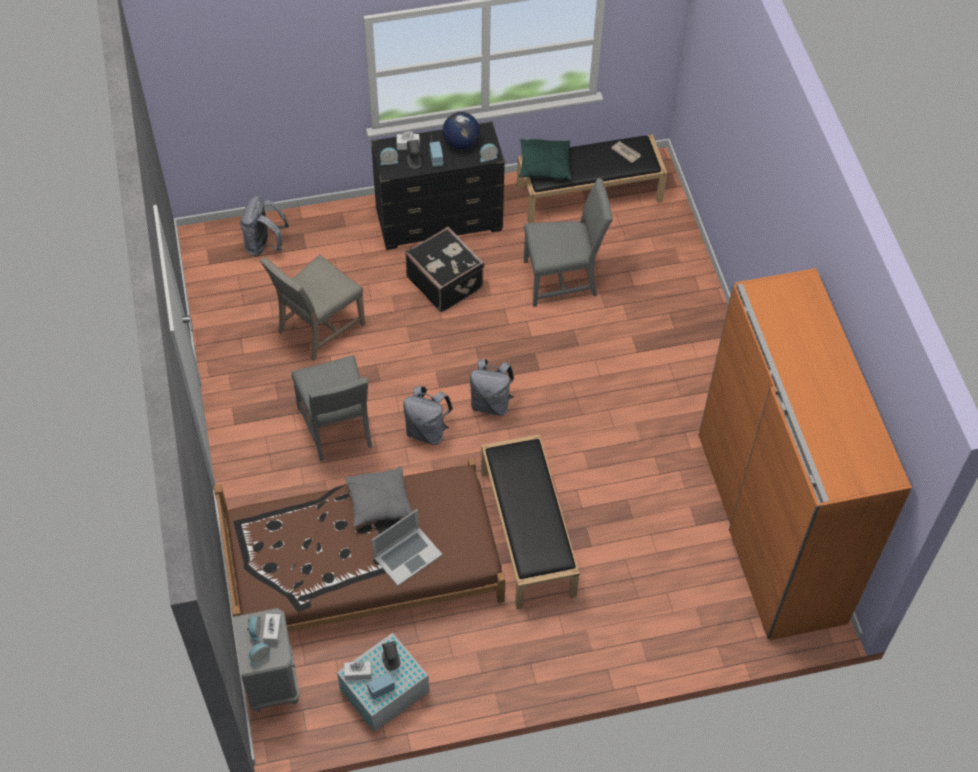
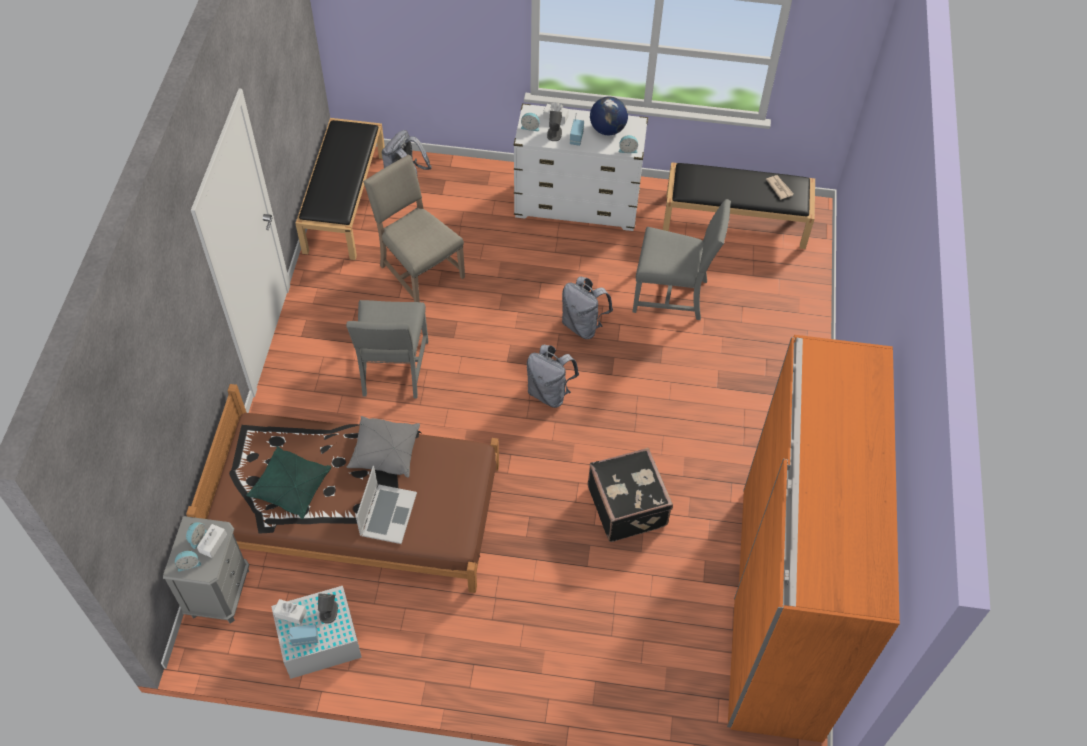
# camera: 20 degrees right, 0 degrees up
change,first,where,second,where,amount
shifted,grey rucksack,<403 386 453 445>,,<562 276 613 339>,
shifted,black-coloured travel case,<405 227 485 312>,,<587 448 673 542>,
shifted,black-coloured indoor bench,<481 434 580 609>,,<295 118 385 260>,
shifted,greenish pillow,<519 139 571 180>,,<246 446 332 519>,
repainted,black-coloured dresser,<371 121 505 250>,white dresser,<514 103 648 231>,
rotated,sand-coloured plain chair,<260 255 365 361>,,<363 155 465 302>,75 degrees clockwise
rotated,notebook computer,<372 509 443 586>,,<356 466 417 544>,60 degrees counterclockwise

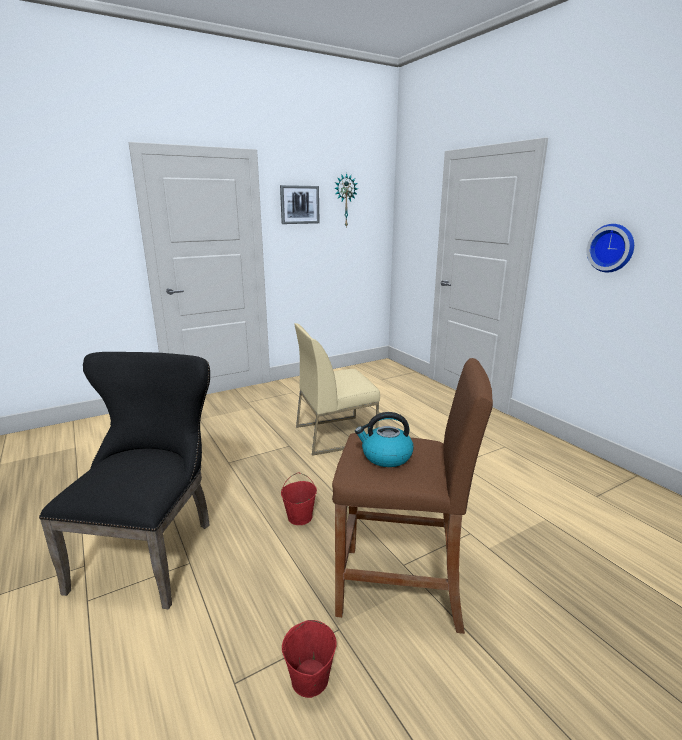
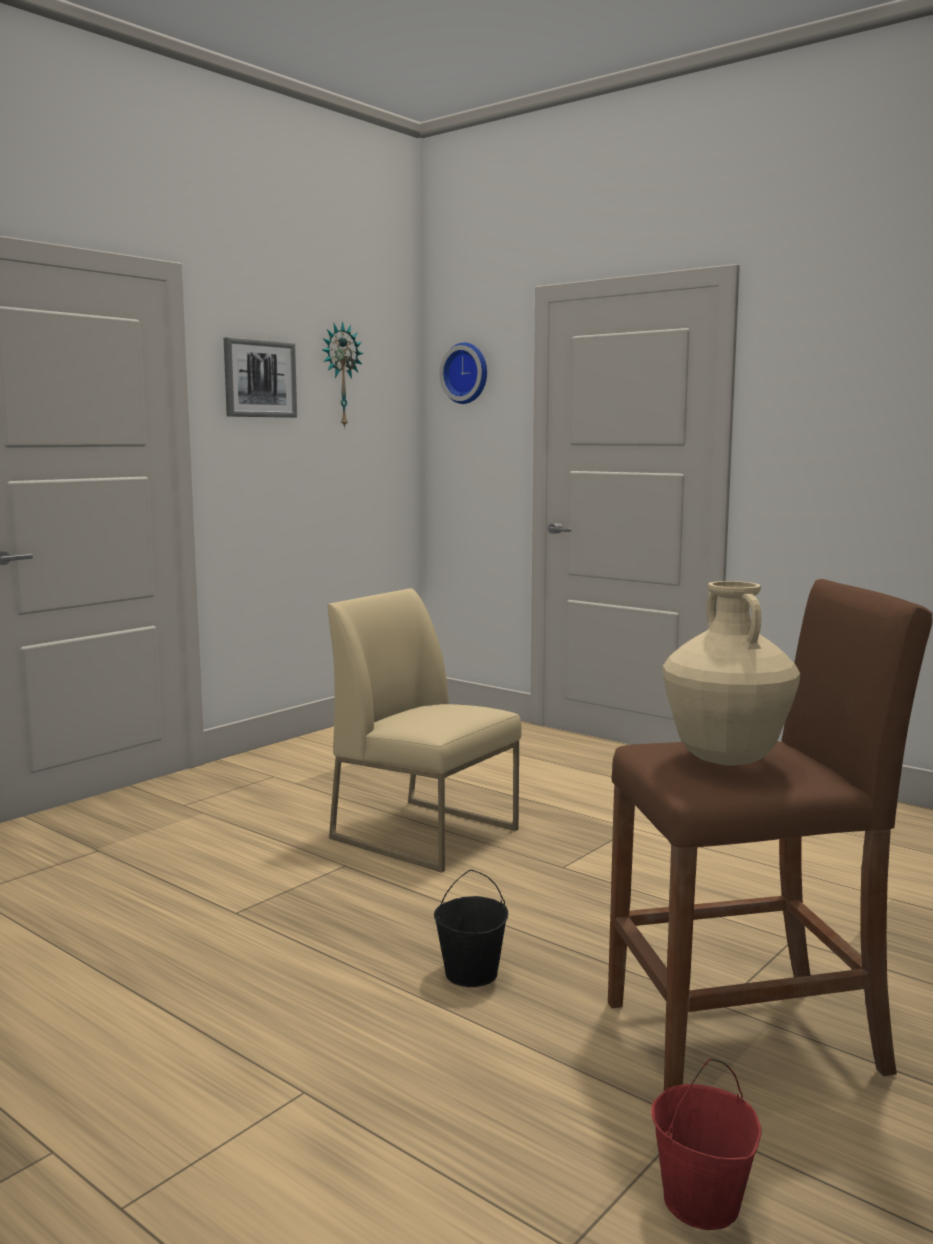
# camera: 20 degrees left, 10 degrees down
change,first,where,second,where,amount
gone,black-coloured plain chair,<39 352 210 609>,,,
shifted,wall clock,<586 224 634 272>,,<439 342 487 404>,
swapped,kettle,<355 412 413 467>,sand-coloured flower vase,<663 581 800 766>,
repainted,red-coloured water bucket,<281 472 317 525>,black-coloured water bucket,<434 870 508 987>,
rotated,sand-coloured plain chair,<294 323 380 456>,,<327 588 521 872>,75 degrees clockwise

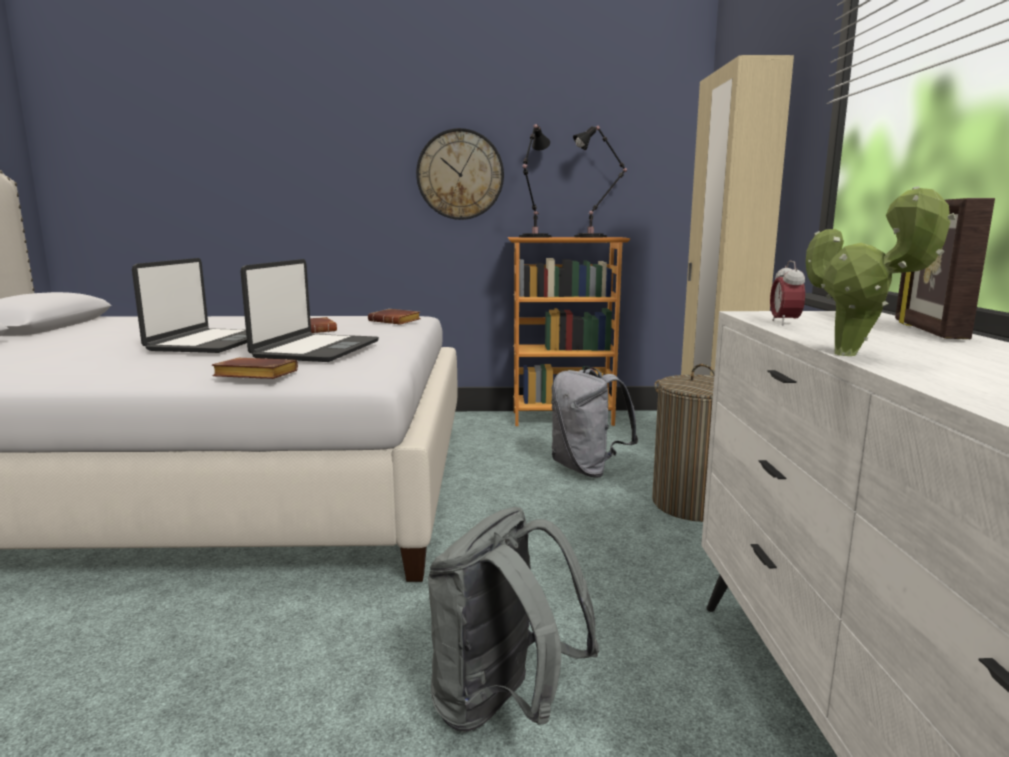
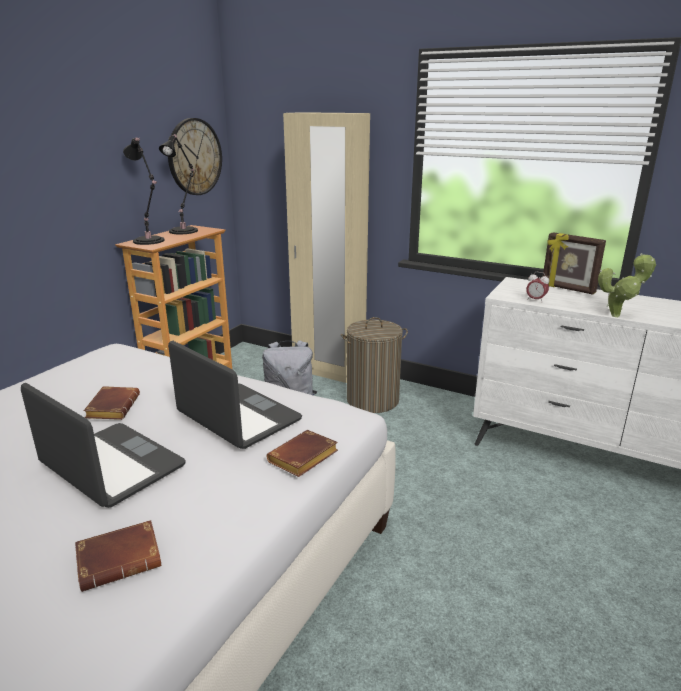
# camera: 60 degrees left, 10 degrees up
change,first,where,second,where,amount
gone,grey rucksack,<428 507 599 732>,,,
shifted,brown-coloured volume,<368 309 421 325>,,<75 520 162 592>,
shifted,wall clock,<416 128 504 220>,,<168 118 222 195>,

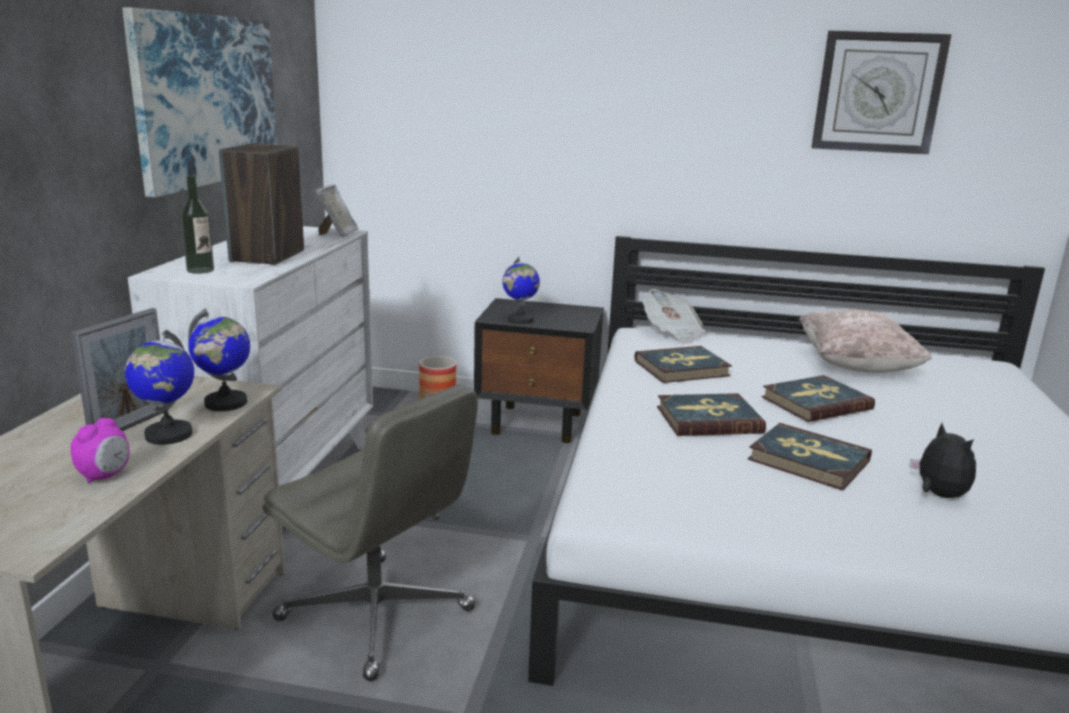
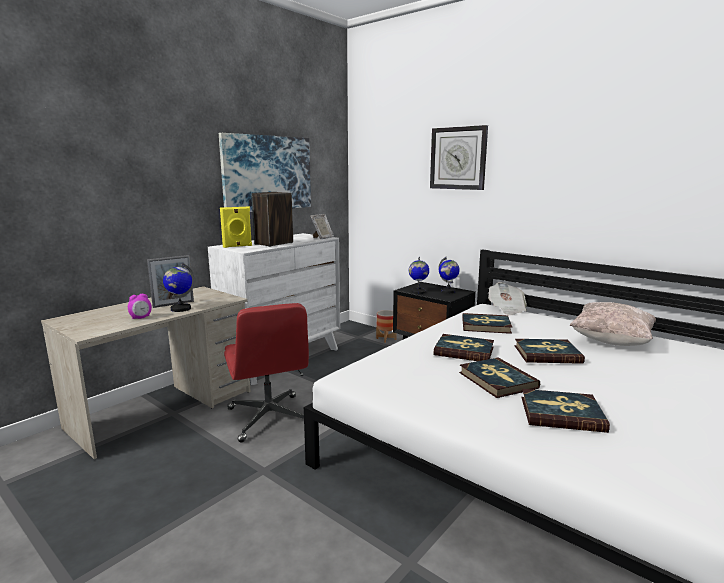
# camera: 30 degrees right, 5 degrees down
change,first,where,second,where,amount
shifted,world globe,<188 308 250 411>,,<439 257 460 293>,
shifted,wall clock,<811 30 952 155>,,<430 125 488 190>,
swapped,bottle,<181 175 214 274>,yellow loudspeaker,<220 207 252 248>,
swapped,plush toy,<909 423 976 498>,volume,<521 389 610 433>,
repainted,grey desk chair,<263 384 478 681>,red-coloured desk chair,<224 303 309 443>,

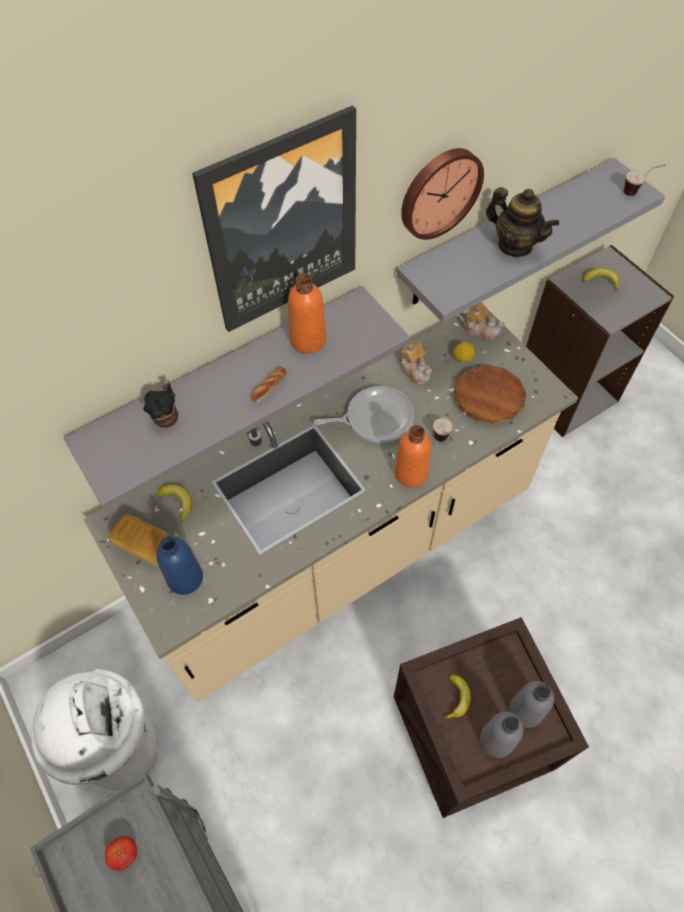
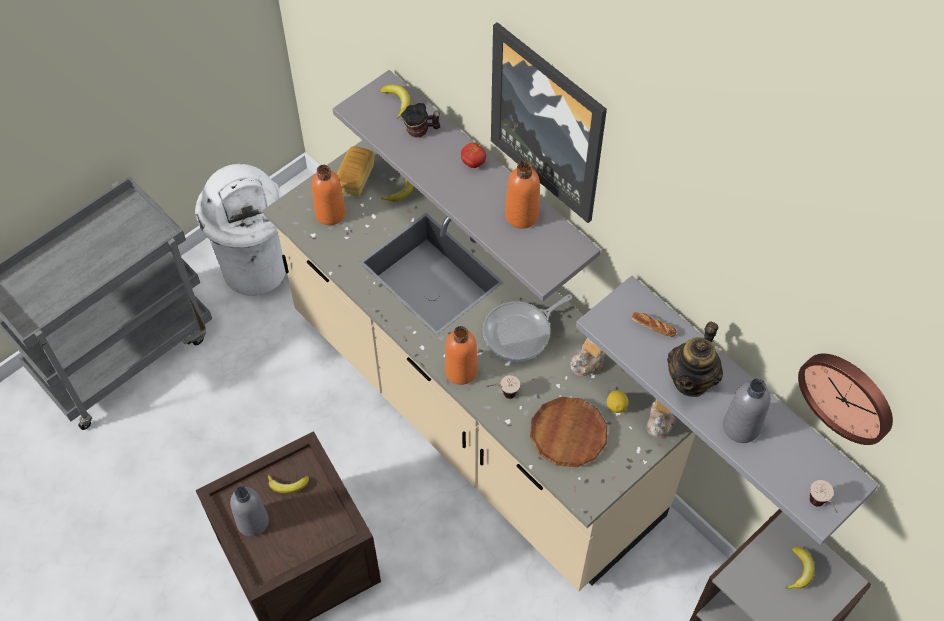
# camera: 80 degrees right, 0 degrees up
change,first,where,second,where,amount
new,,,banana fruit,<380 84 411 119>,
shifted,whole tomato,<105 836 137 871>,,<461 143 486 168>,
shifted,bread,<251 367 287 403>,,<631 312 677 337>,
shifted,wall clock,<401 148 484 240>,,<798 354 893 445>,
shifted,grey bottle,<509 681 554 728>,,<723 379 771 443>,
repainted,bluish bottle,<156 536 203 595>,orangey bottle,<312 165 346 225>,
rotated,skillet,<314 386 414 443>,,<483 294 572 362>,75 degrees clockwise

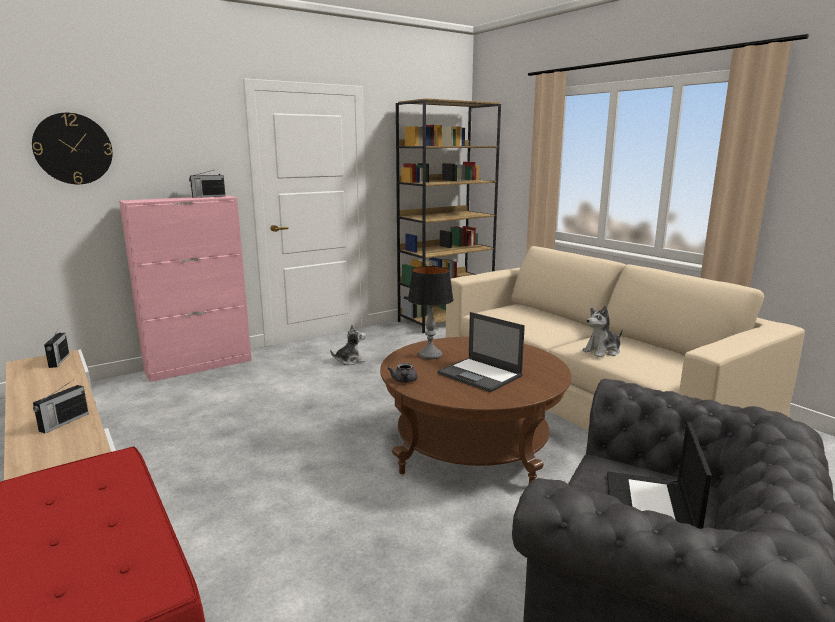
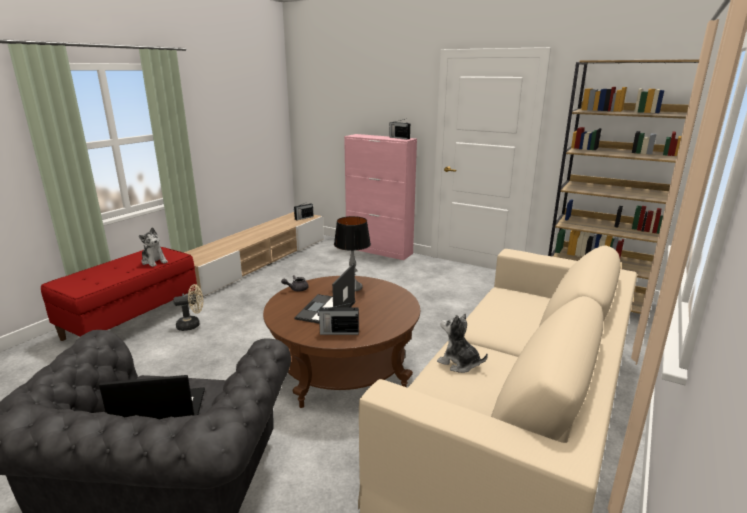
# camera: 65 degrees right, 5 degrees up
change,first,where,second,where,amount
gone,wall clock,<32 113 113 184>,,,
new,,,sand-coloured electric fan,<173 284 203 331>,
shifted,radio set,<33 380 89 433>,,<318 303 359 335>,
shifted,plush toy,<330 325 366 365>,,<139 227 168 267>,

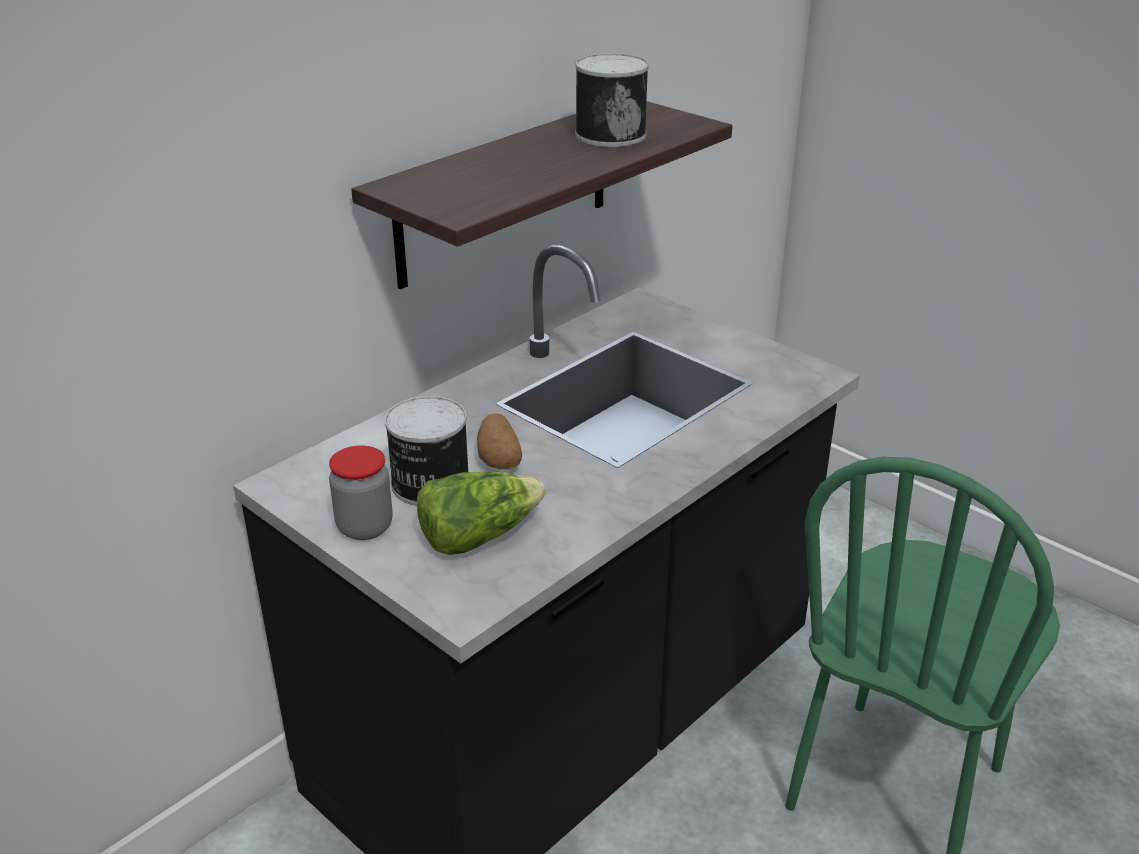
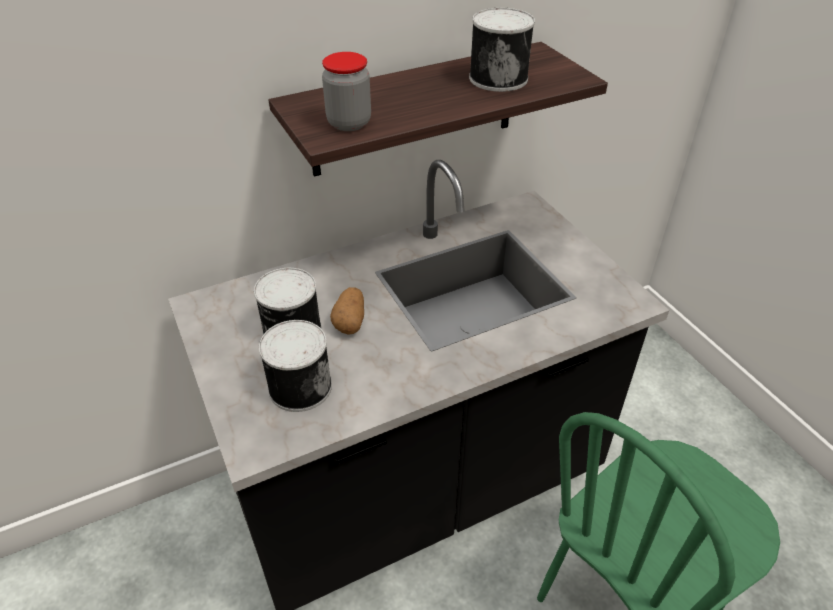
# camera: 20 degrees right, 10 degrees up
change,first,where,second,where,amount
shifted,preserve jar,<329 445 393 540>,,<322 52 371 131>,
swapped,lettuce head,<417 471 546 555>,sealed can,<259 320 332 412>,

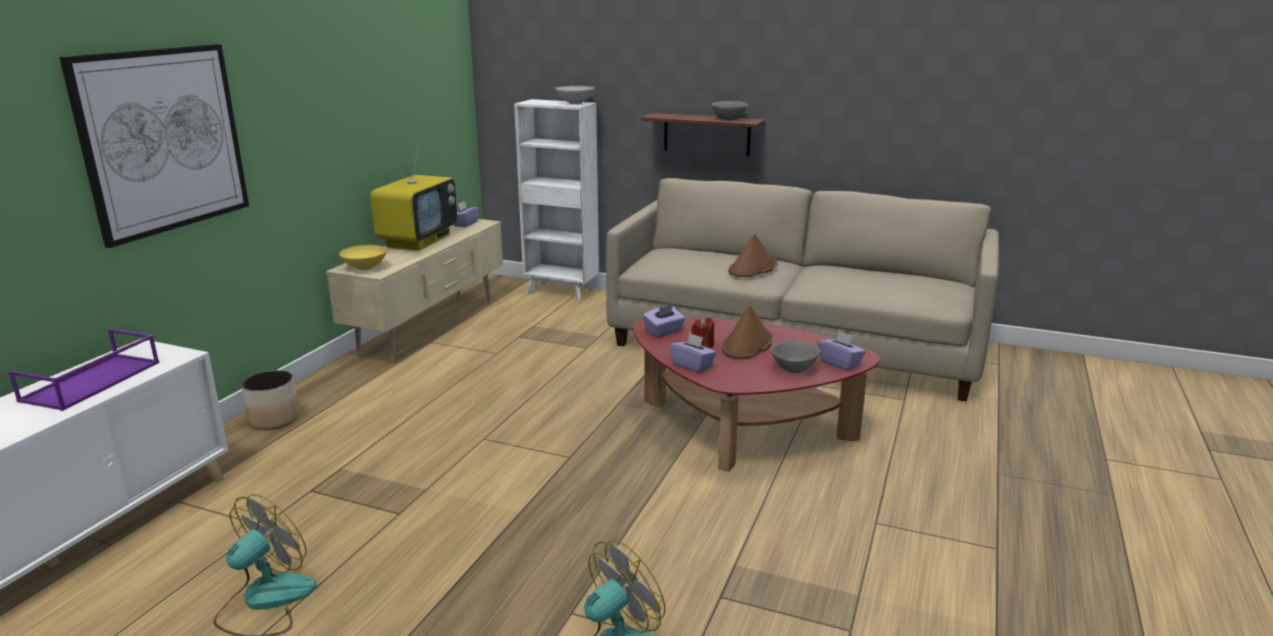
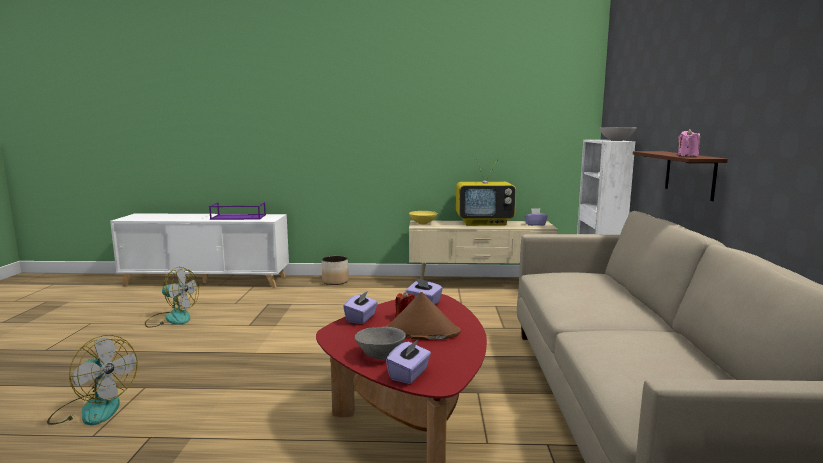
# camera: 70 degrees right, 10 degrees down
change,first,where,second,where,amount
gone,wall picture,<59 44 249 248>,,,
gone,brown-coloured hat,<728 234 778 277>,,,
swapped,grey bowl,<712 101 748 120>,pink candle,<678 129 700 156>,

